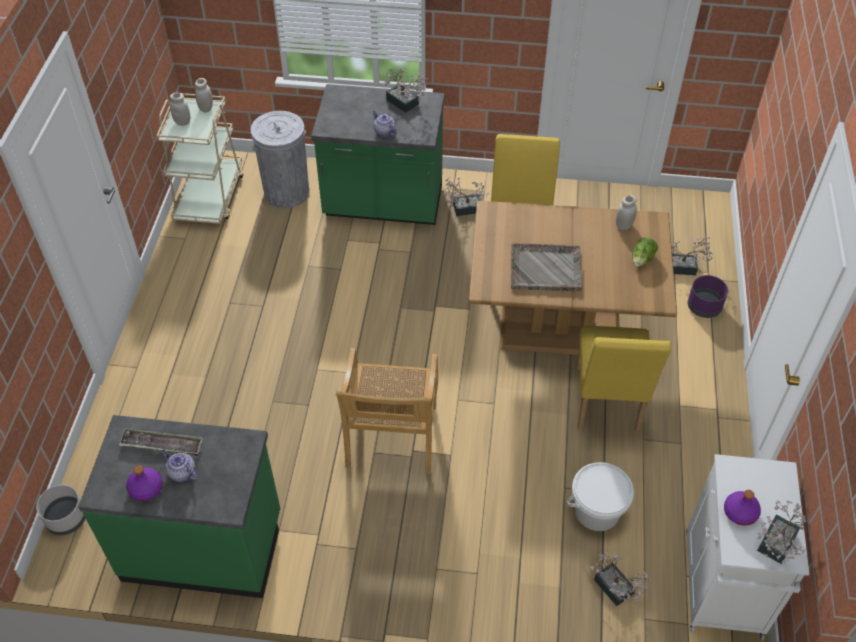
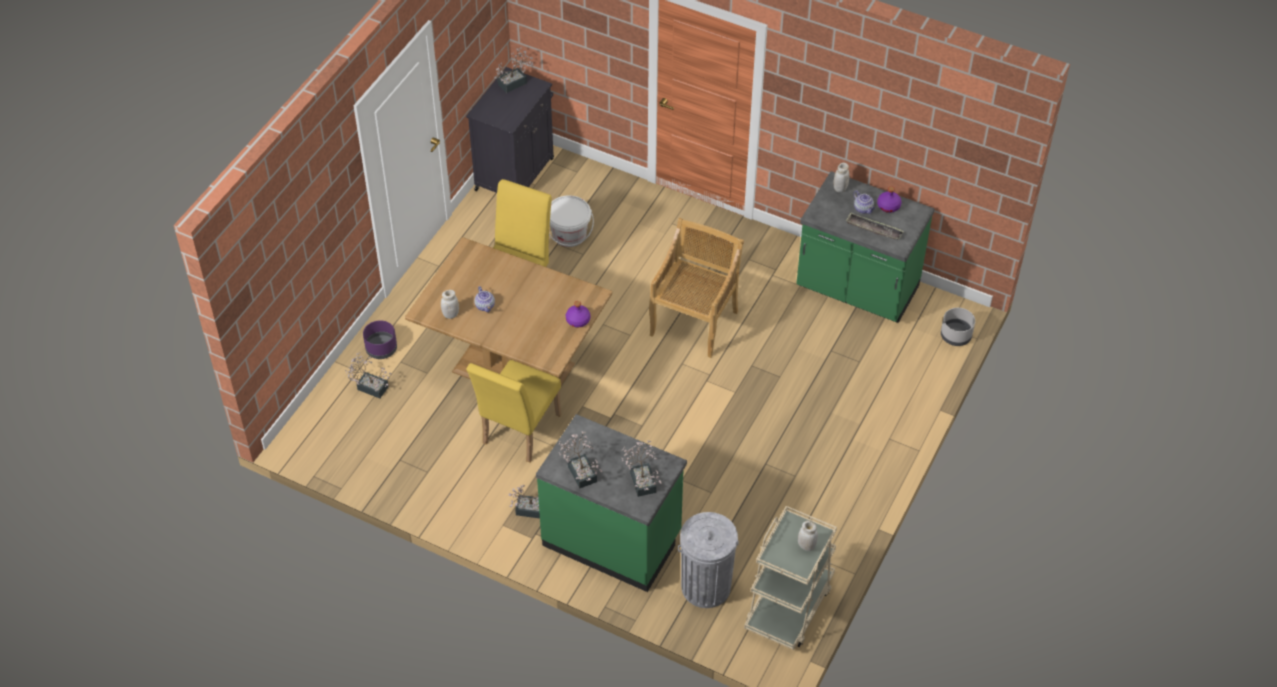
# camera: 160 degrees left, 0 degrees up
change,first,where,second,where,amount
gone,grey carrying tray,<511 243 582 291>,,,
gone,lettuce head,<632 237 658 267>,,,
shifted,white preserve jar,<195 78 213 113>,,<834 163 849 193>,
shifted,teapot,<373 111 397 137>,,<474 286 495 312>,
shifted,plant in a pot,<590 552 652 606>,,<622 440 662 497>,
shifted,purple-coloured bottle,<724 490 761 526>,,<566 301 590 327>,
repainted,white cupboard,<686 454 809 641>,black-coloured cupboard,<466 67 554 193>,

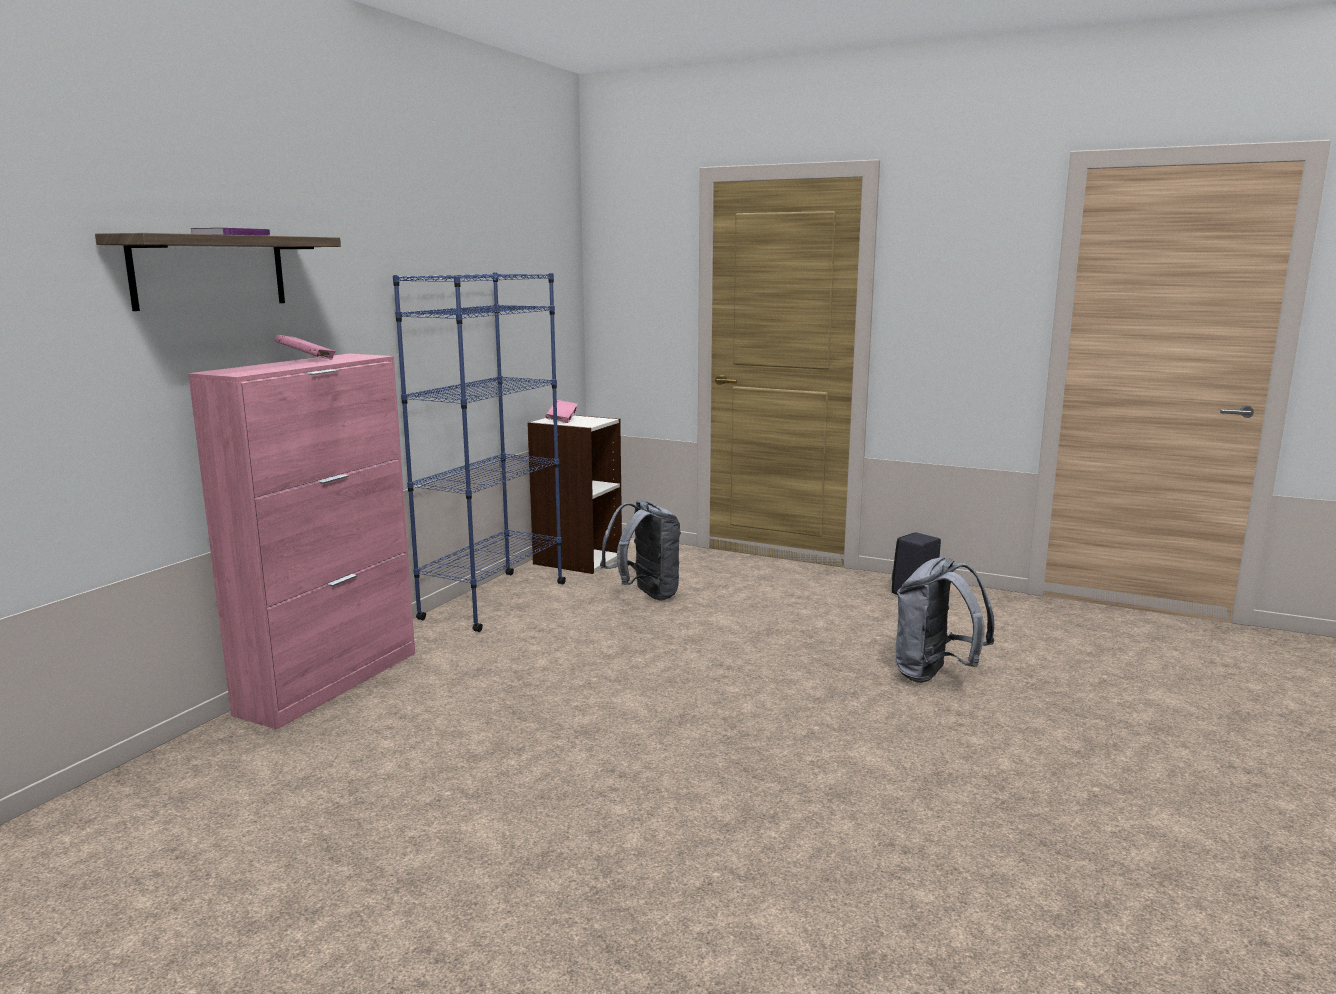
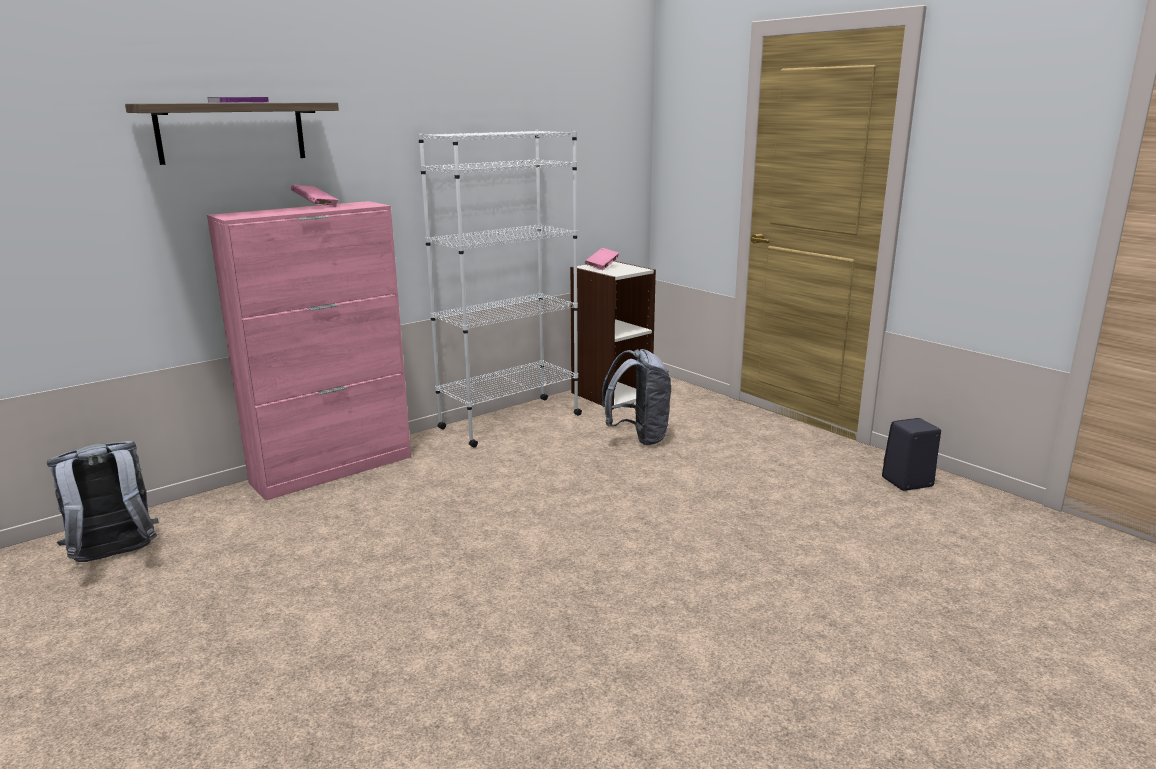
# camera: 25 degrees right, 5 degrees up
change,first,where,second,where,amount
shifted,grey rucksack,<895 557 995 683>,,<47 441 159 562>,
repainted,bluish bookshelf,<393 272 566 632>,white bookshelf,<418 129 582 448>,

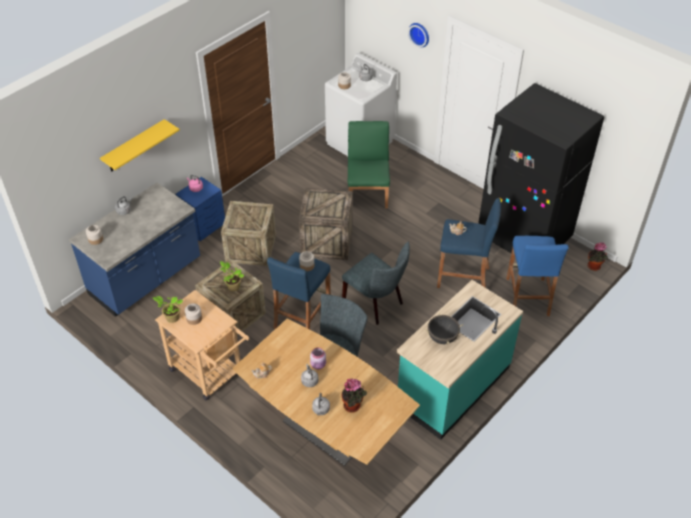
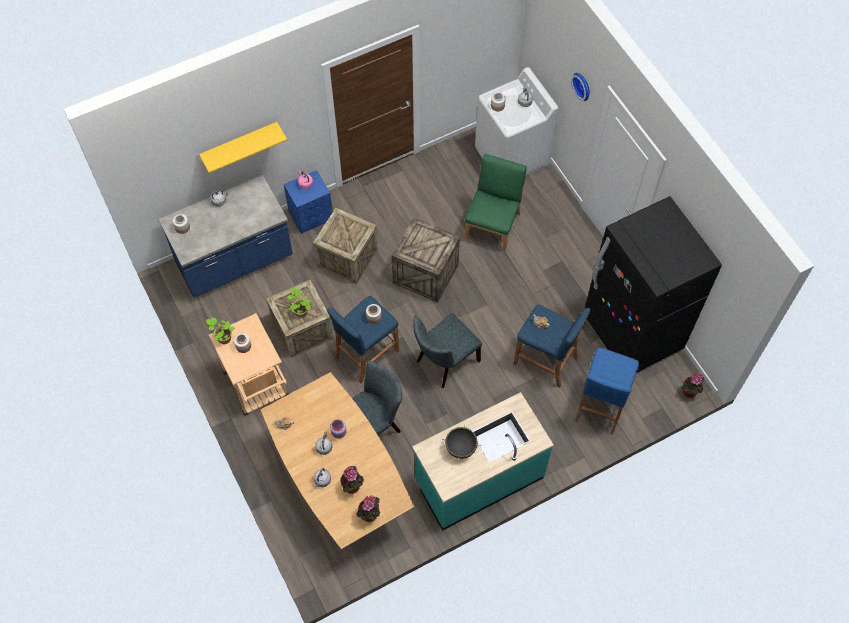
# camera: 20 degrees right, 15 degrees up
change,first,where,second,where,amount
new,,,plant in a pot,<356 495 380 522>,
rotated,grey plain chair,<342 242 410 325>,,<414 313 482 388>,75 degrees clockwise

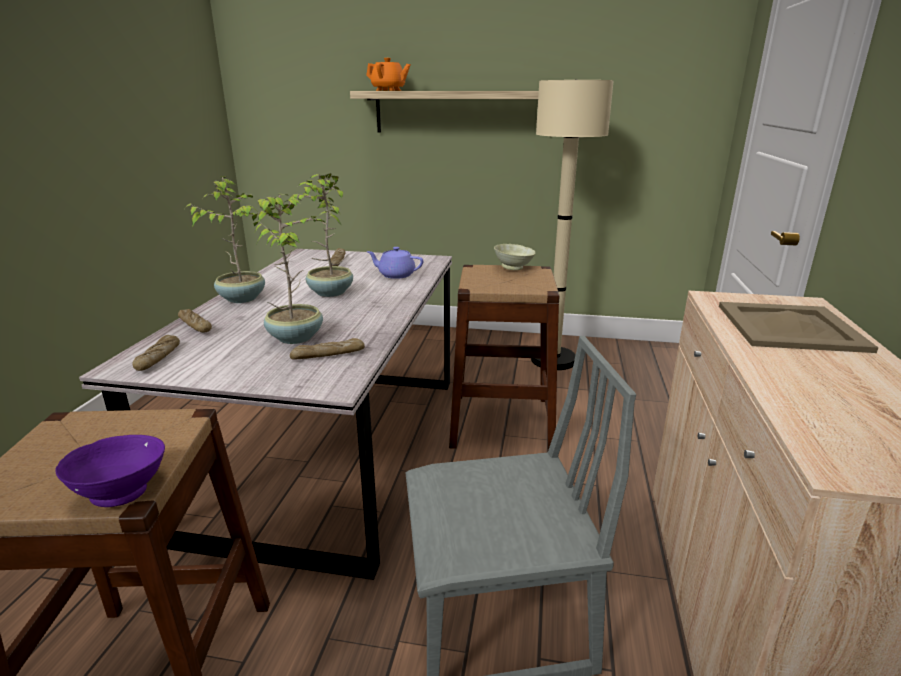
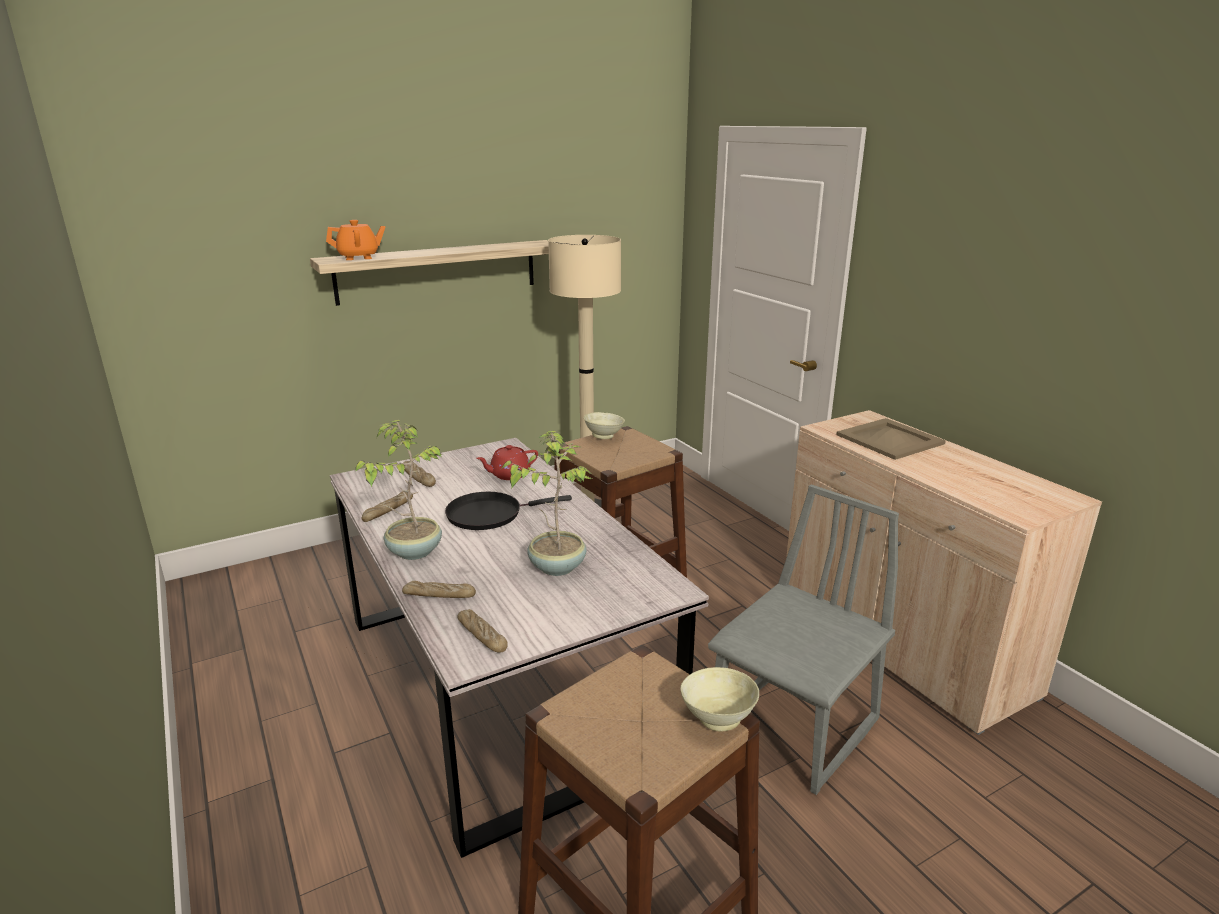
# camera: 40 degrees left, 0 degrees up
change,first,where,second,where,amount
shifted,bread,<290 338 365 360>,,<362 492 413 522>,
swapped,plant in a pot,<288 173 353 297>,black-coloured skillet,<445 492 572 530>,
repainted,purple-coloured bowl,<55 435 165 507>,sand-coloured bowl,<680 667 759 732>,
repainted,purple-coloured teapot,<366 247 423 279>,red-coloured teapot,<476 445 538 480>,

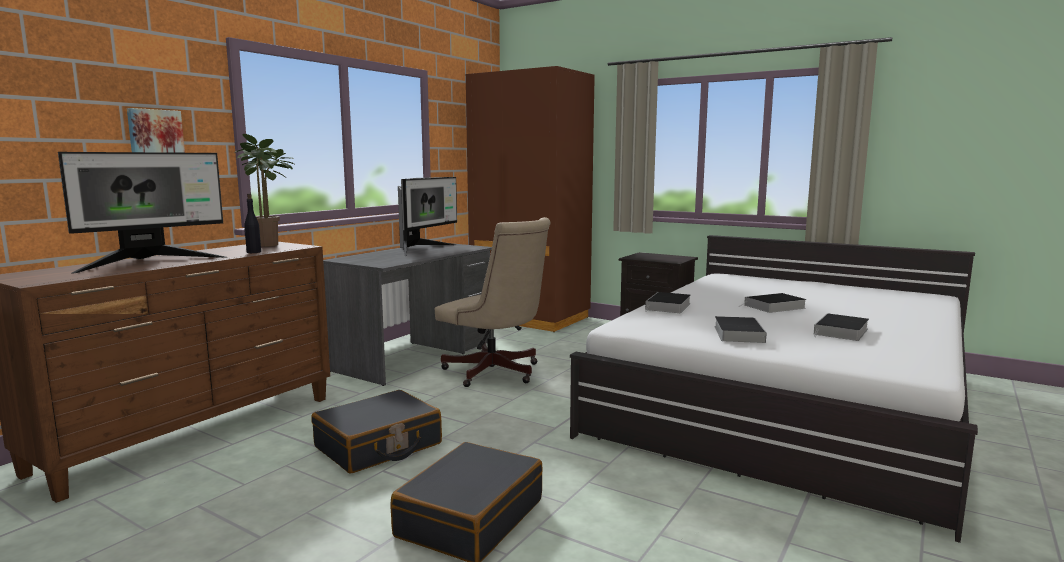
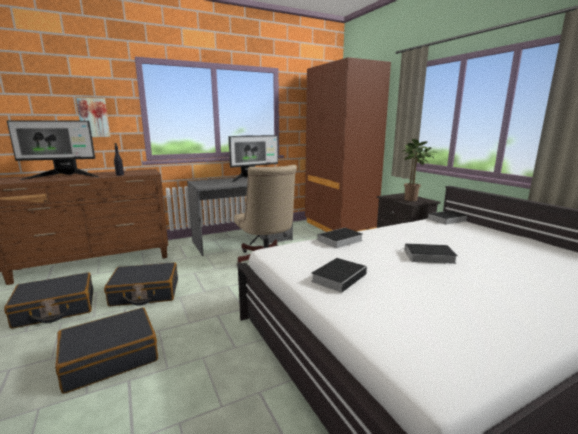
# camera: 30 degrees right, 5 degrees up
change,first,where,second,where,amount
new,,,black-coloured travel case,<4 272 93 329>,
shifted,plant in a pot,<234 134 294 247>,,<402 139 437 201>,
shifted,volume,<814 313 869 341>,,<426 211 468 225>,

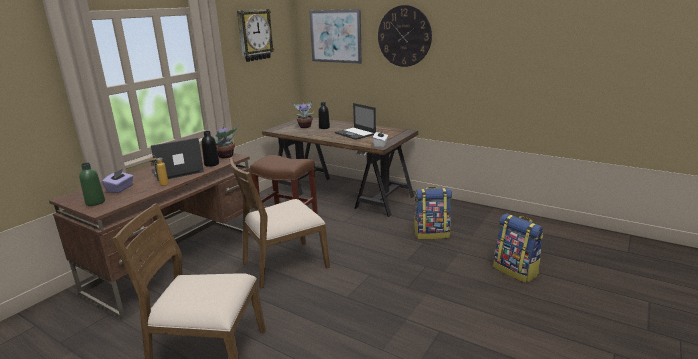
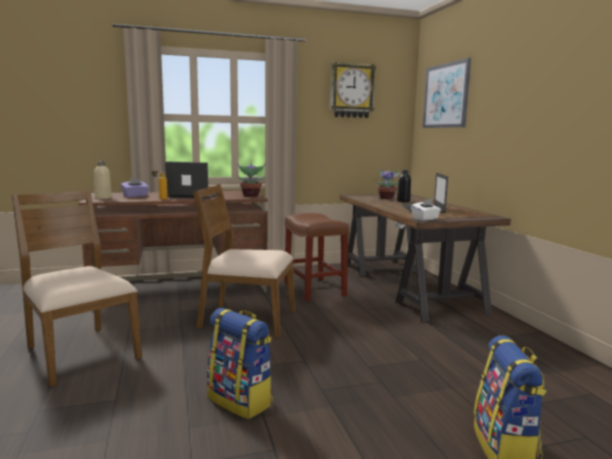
# camera: 40 degrees right, 10 degrees down
change,first,where,second,where,amount
gone,black-coloured bottle,<202 131 219 167>,,,
gone,wall clock,<378 5 432 67>,,,
shifted,rucksack,<414 187 452 239>,,<207 308 273 419>,
repainted,greenish bottle,<79 163 105 206>,sand-coloured bottle,<94 161 112 199>,

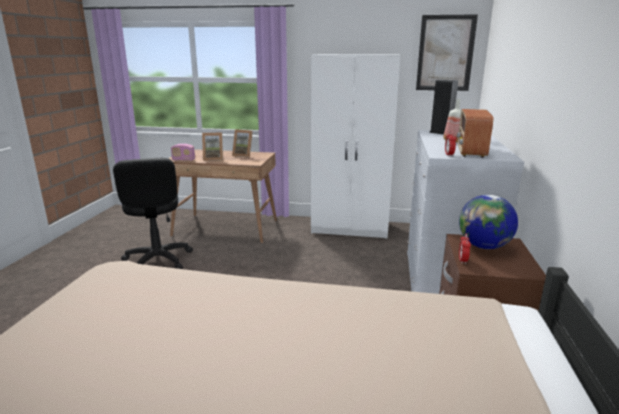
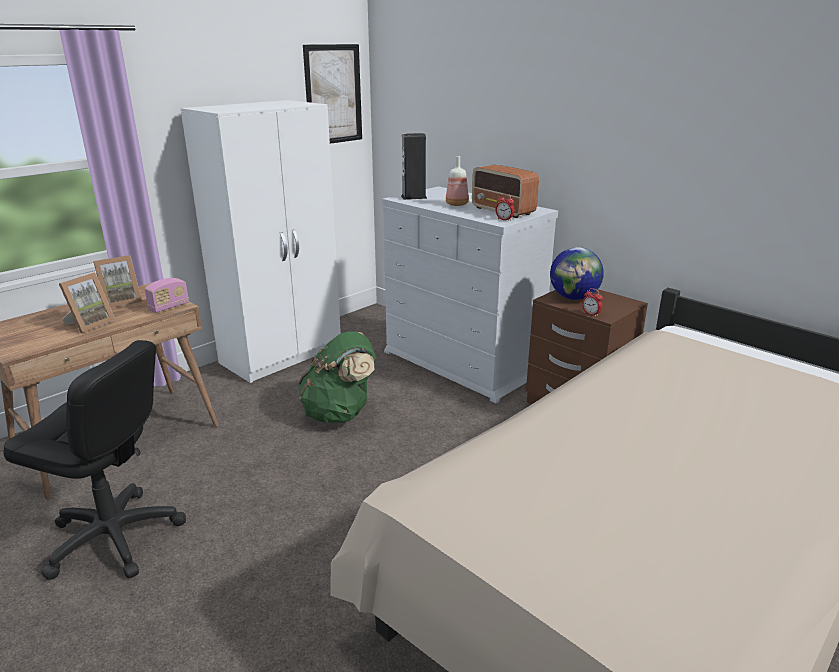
# camera: 55 degrees left, 5 degrees up
change,first,where,second,where,amount
new,,,greenish rucksack,<298 331 376 423>,
shifted,radio set,<171 144 195 161>,,<145 278 189 313>,

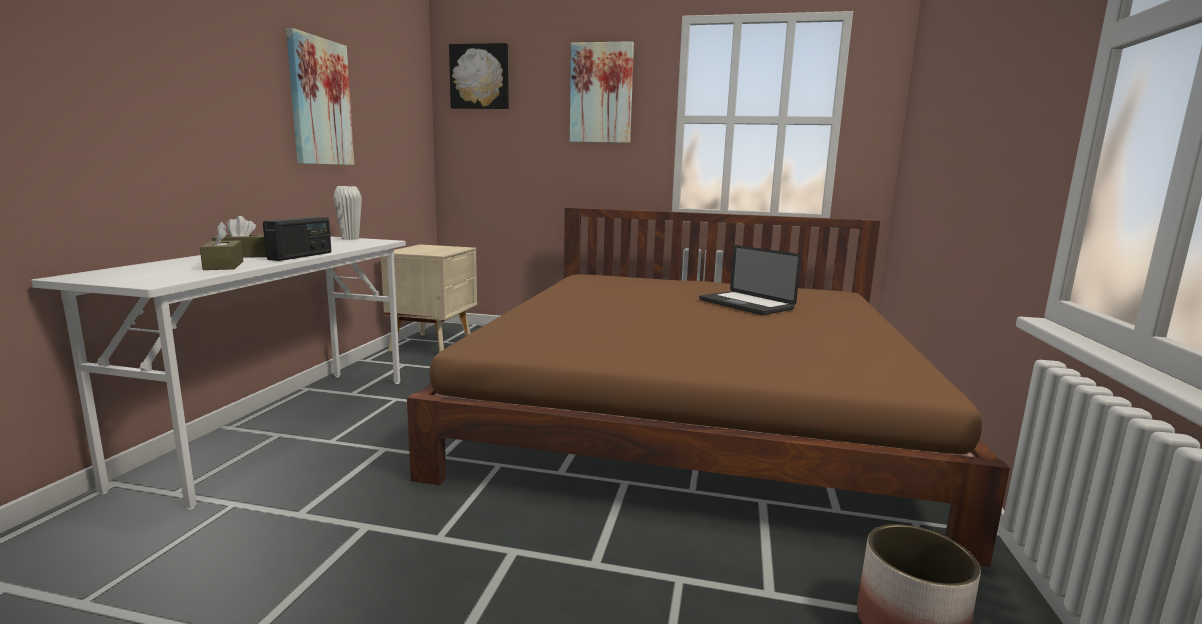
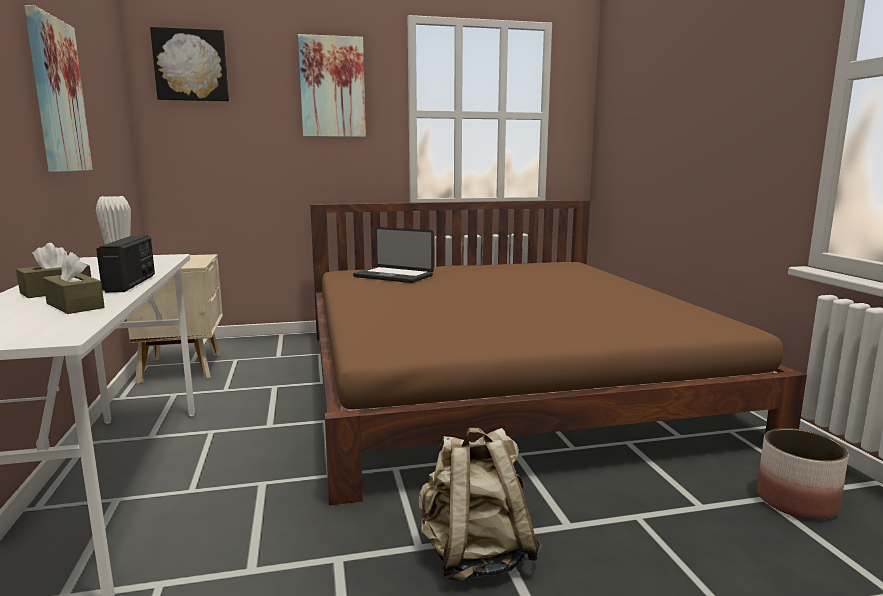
# camera: 25 degrees left, 0 degrees up
change,first,where,second,where,amount
new,,,sand-coloured rucksack,<418 428 542 582>,
shifted,notebook computer,<699 245 801 315>,,<353 227 434 283>,

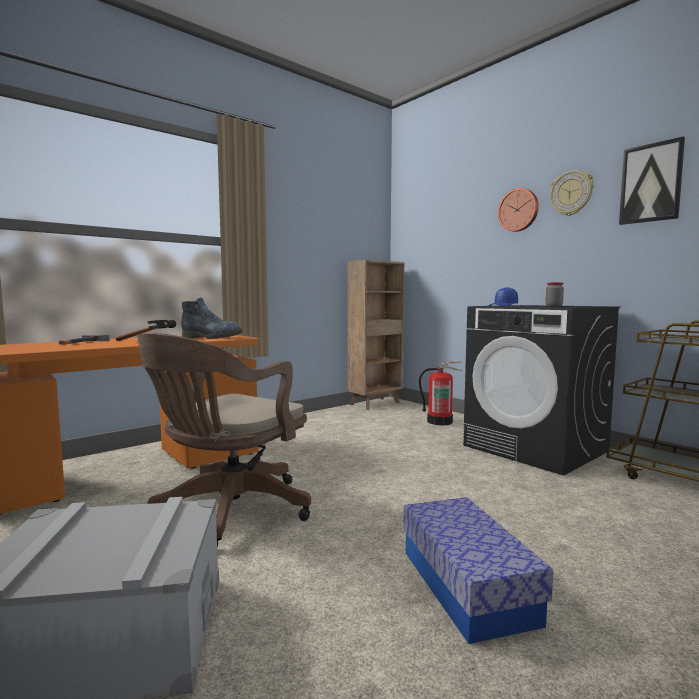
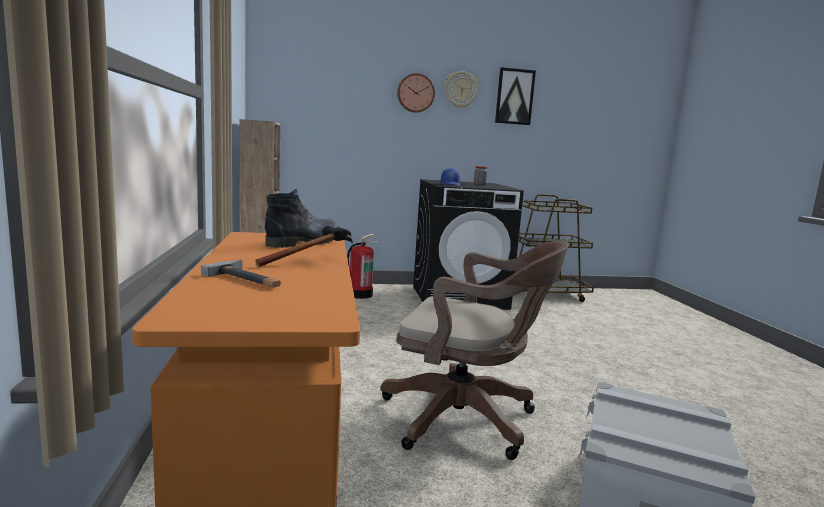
# camera: 60 degrees left, 5 degrees up
change,first,where,second,where,amount
gone,storage container,<403 497 553 644>,,,
rotated,brown-coloured desk chair,<137 333 311 547>,,<381 241 569 460>,45 degrees counterclockwise

